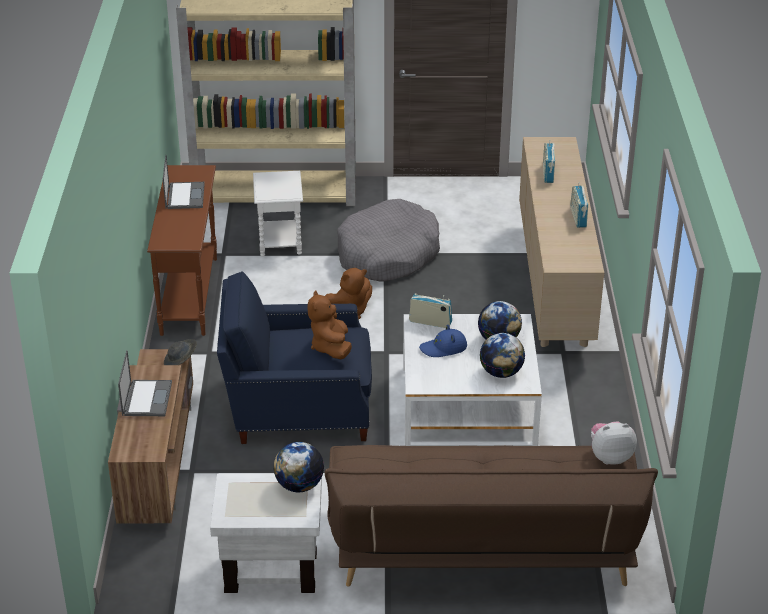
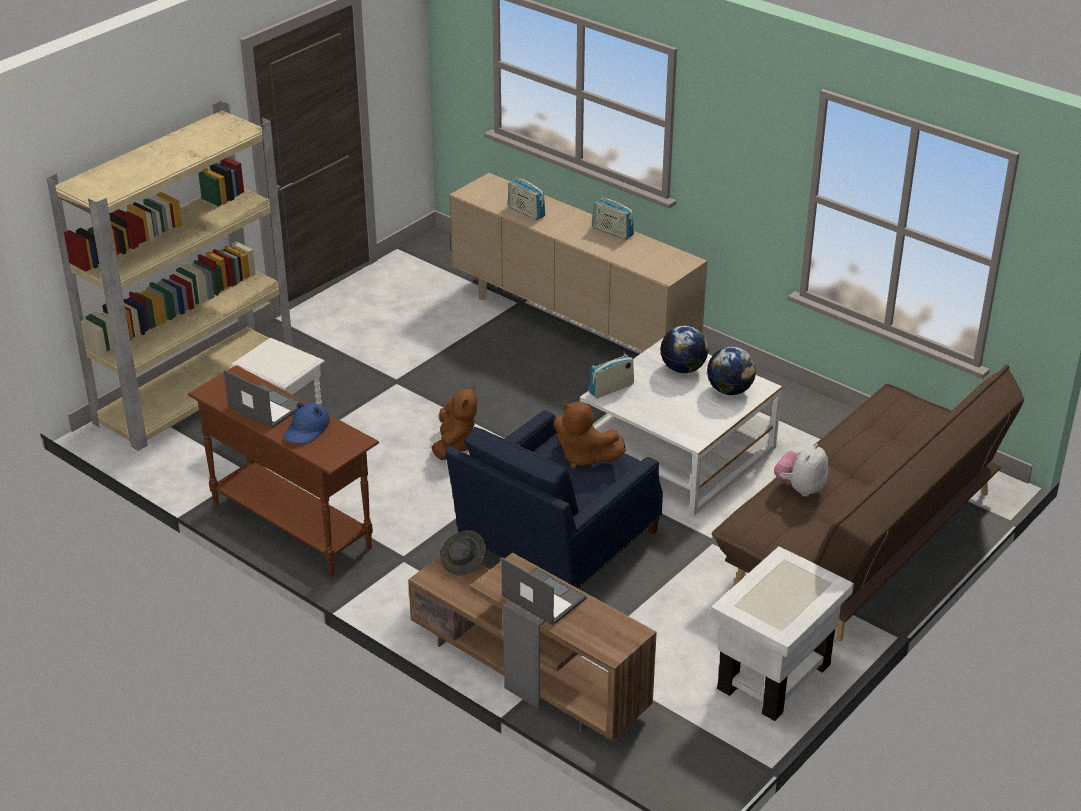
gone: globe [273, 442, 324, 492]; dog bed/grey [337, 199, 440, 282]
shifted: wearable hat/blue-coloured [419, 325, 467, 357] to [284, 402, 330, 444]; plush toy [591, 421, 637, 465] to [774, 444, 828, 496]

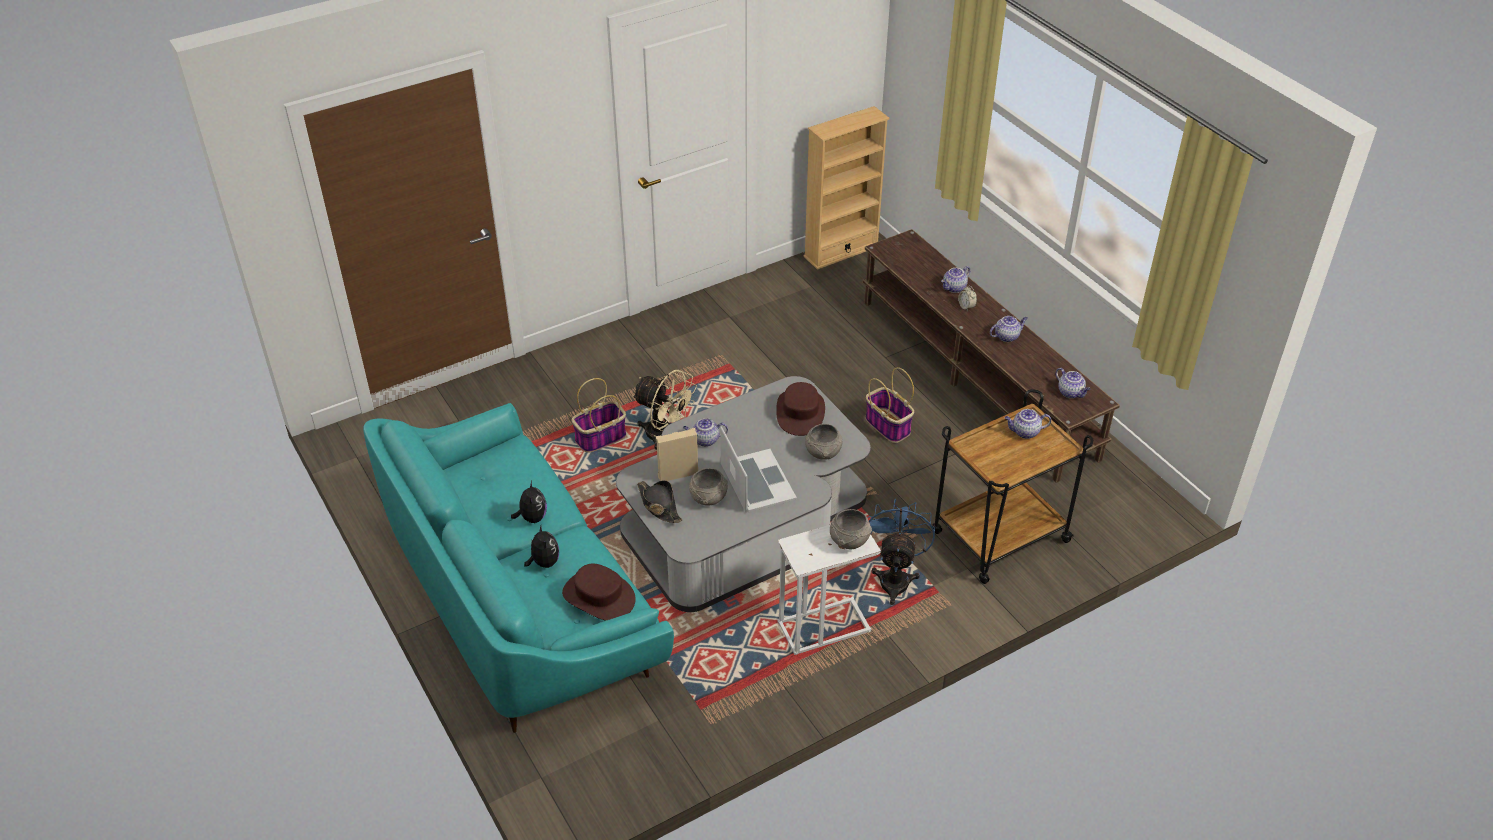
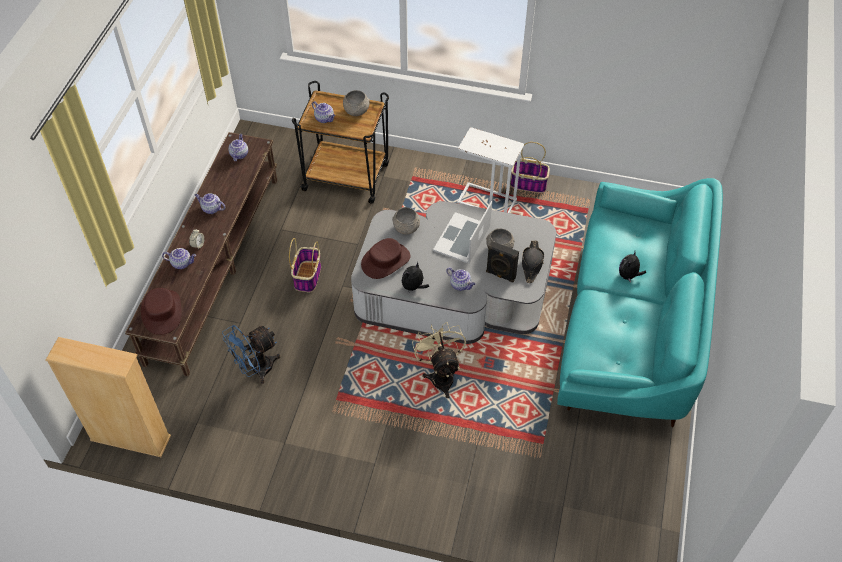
shifted: plush toy [511, 481, 547, 523] to [402, 262, 429, 291]; wearable hat/brown-coloured [562, 564, 636, 621] to [141, 288, 182, 335]; storage basket [572, 378, 626, 453] to [510, 142, 550, 193]; bowl/grey [830, 509, 872, 549] to [343, 90, 370, 116]; electric fan/blue-coloured [867, 499, 935, 605] to [222, 325, 280, 384]
repainted: speaker/beige [656, 428, 698, 481] to speaker/black-coloured [486, 241, 519, 283]

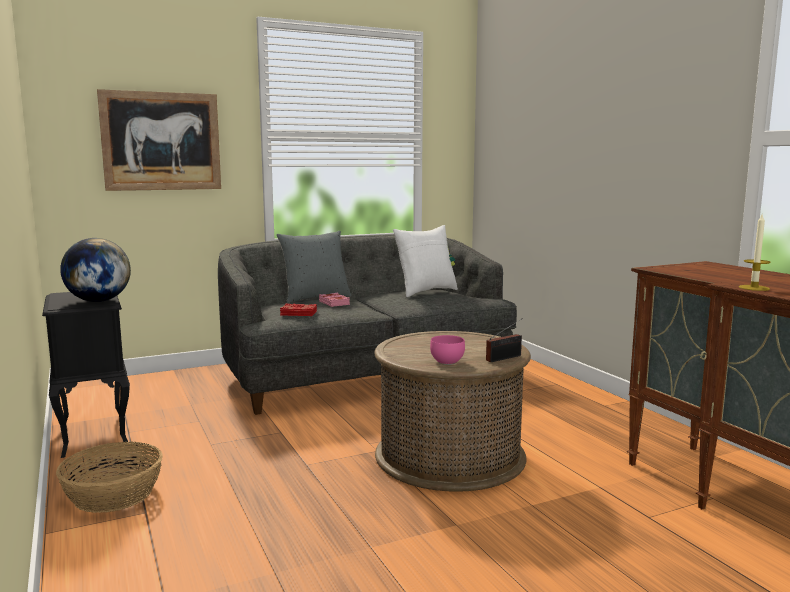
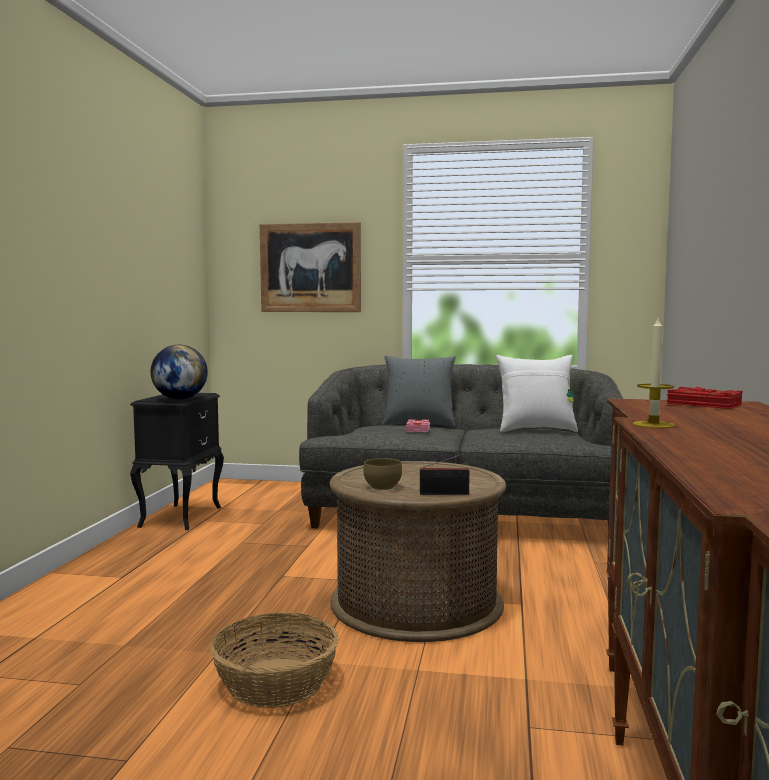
shifted: storage basket [56, 442, 163, 513] to [210, 612, 339, 708]; volume/red [280, 303, 317, 316] to [667, 387, 742, 409]
repainted: bowl/pink [430, 335, 465, 365] to bowl/brown-coloured [363, 458, 402, 490]

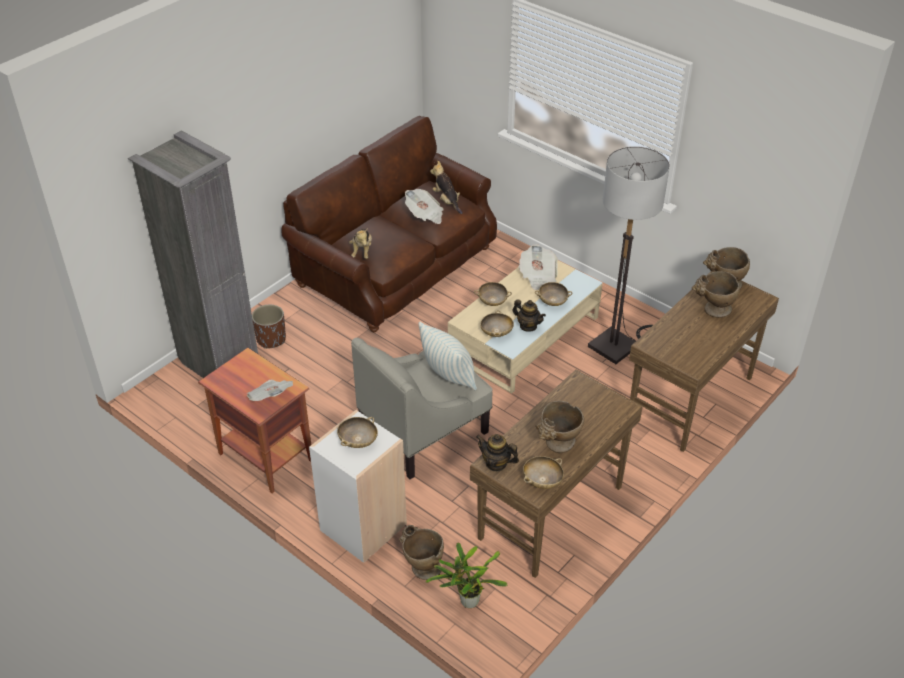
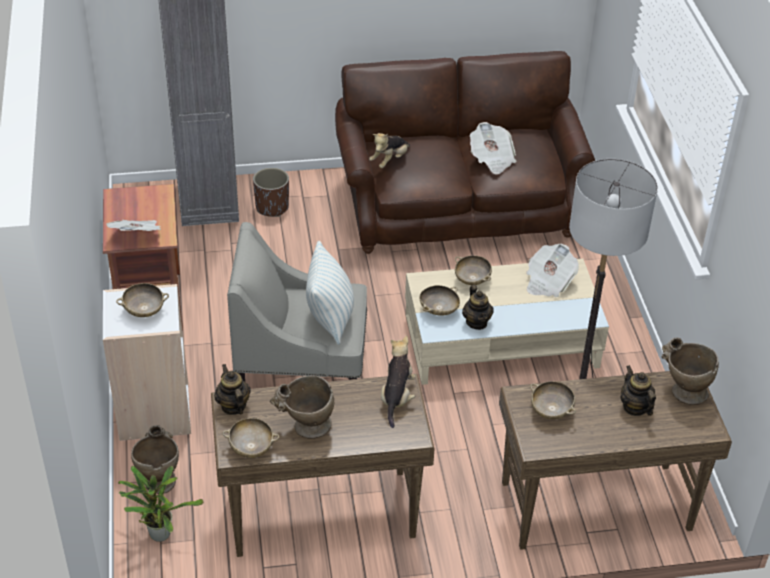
shifted: plush toy [430, 161, 463, 214] to [381, 336, 415, 428]; bowl/beige [535, 282, 573, 306] to [530, 381, 576, 419]
swapped: vase/beige [692, 271, 740, 317] to teapot [620, 365, 656, 416]

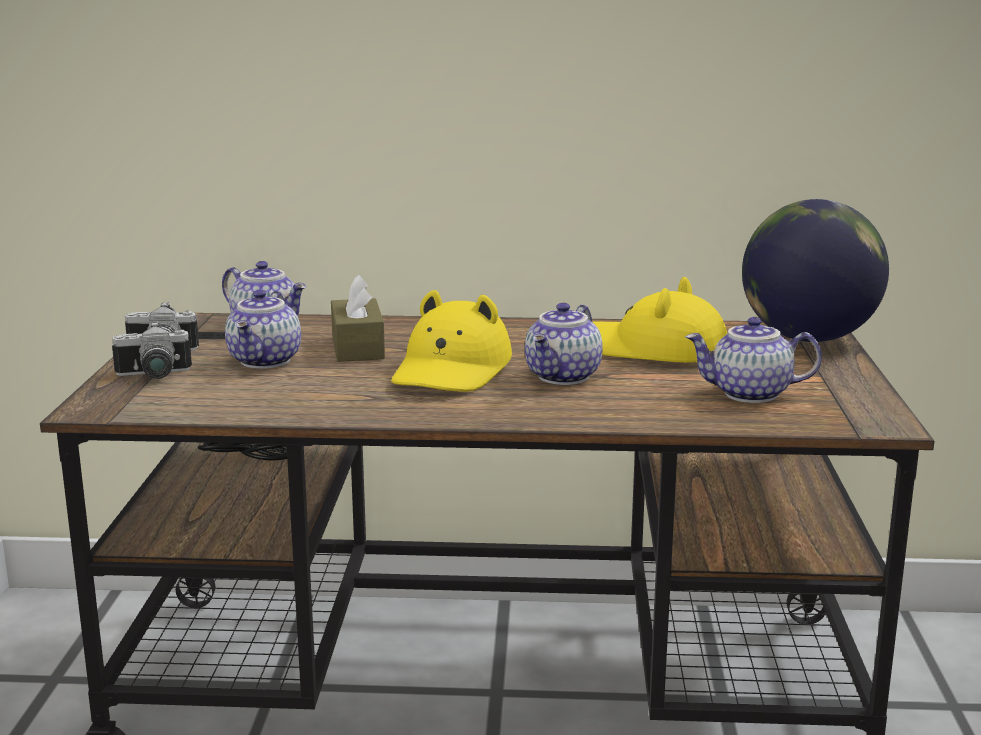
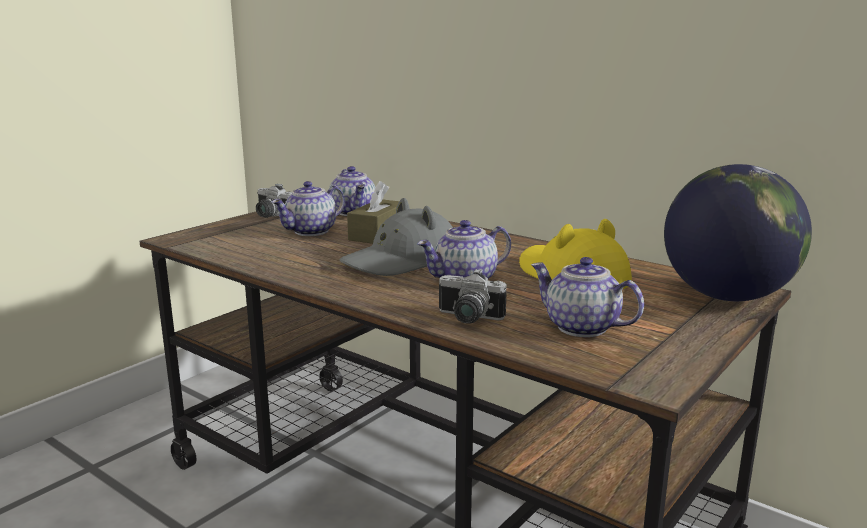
shifted: photo camera [112, 321, 192, 379] to [439, 269, 507, 324]
repainted: wearable hat/yellowish [391, 290, 512, 392] to wearable hat/grey [340, 198, 453, 276]

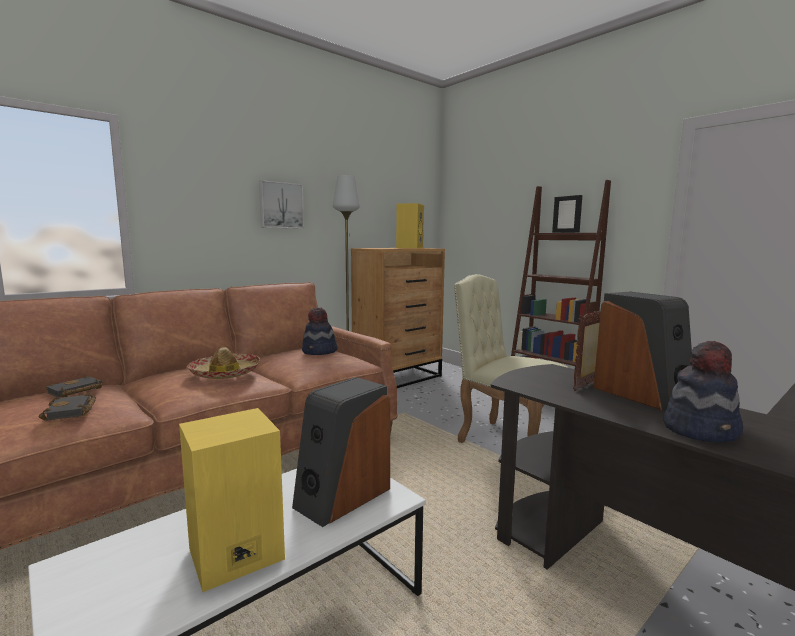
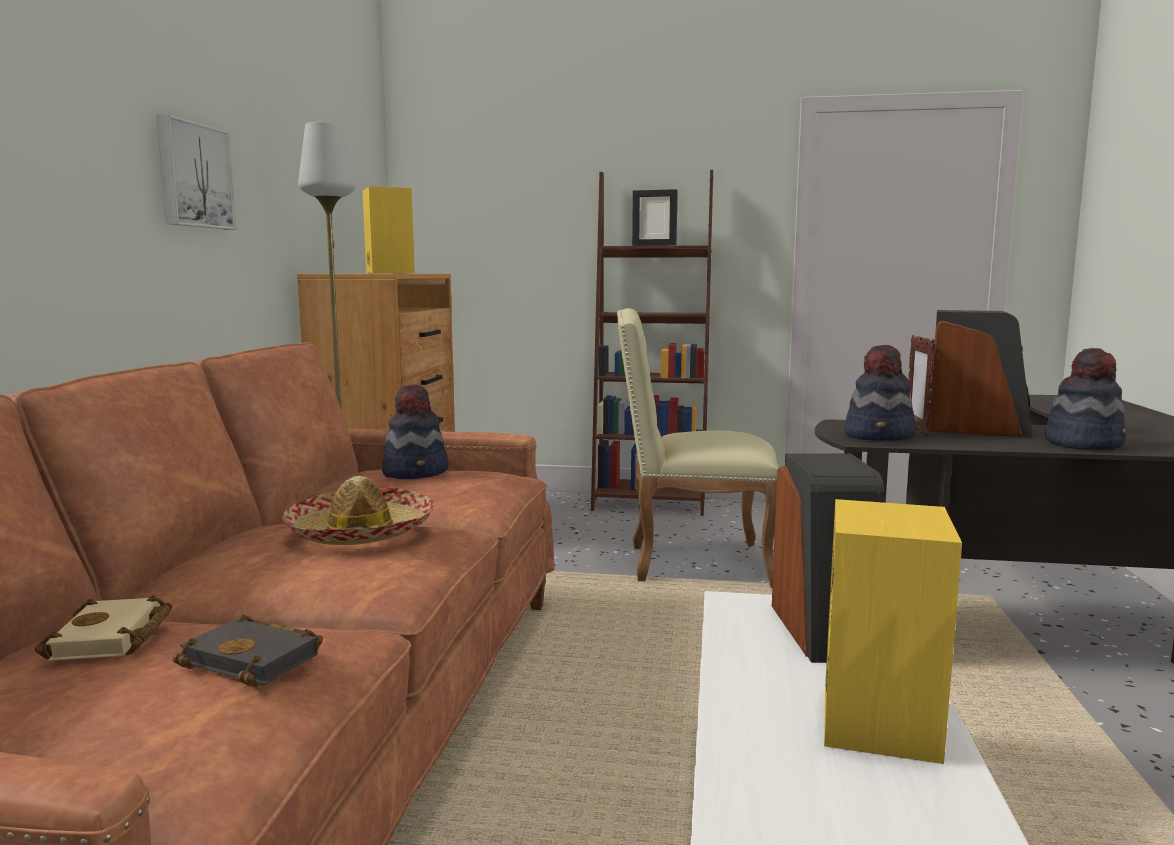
new: wearable hat [844, 345, 916, 441]
repainted: volume/black-coloured [46, 376, 103, 398] to volume/beige [35, 596, 172, 661]

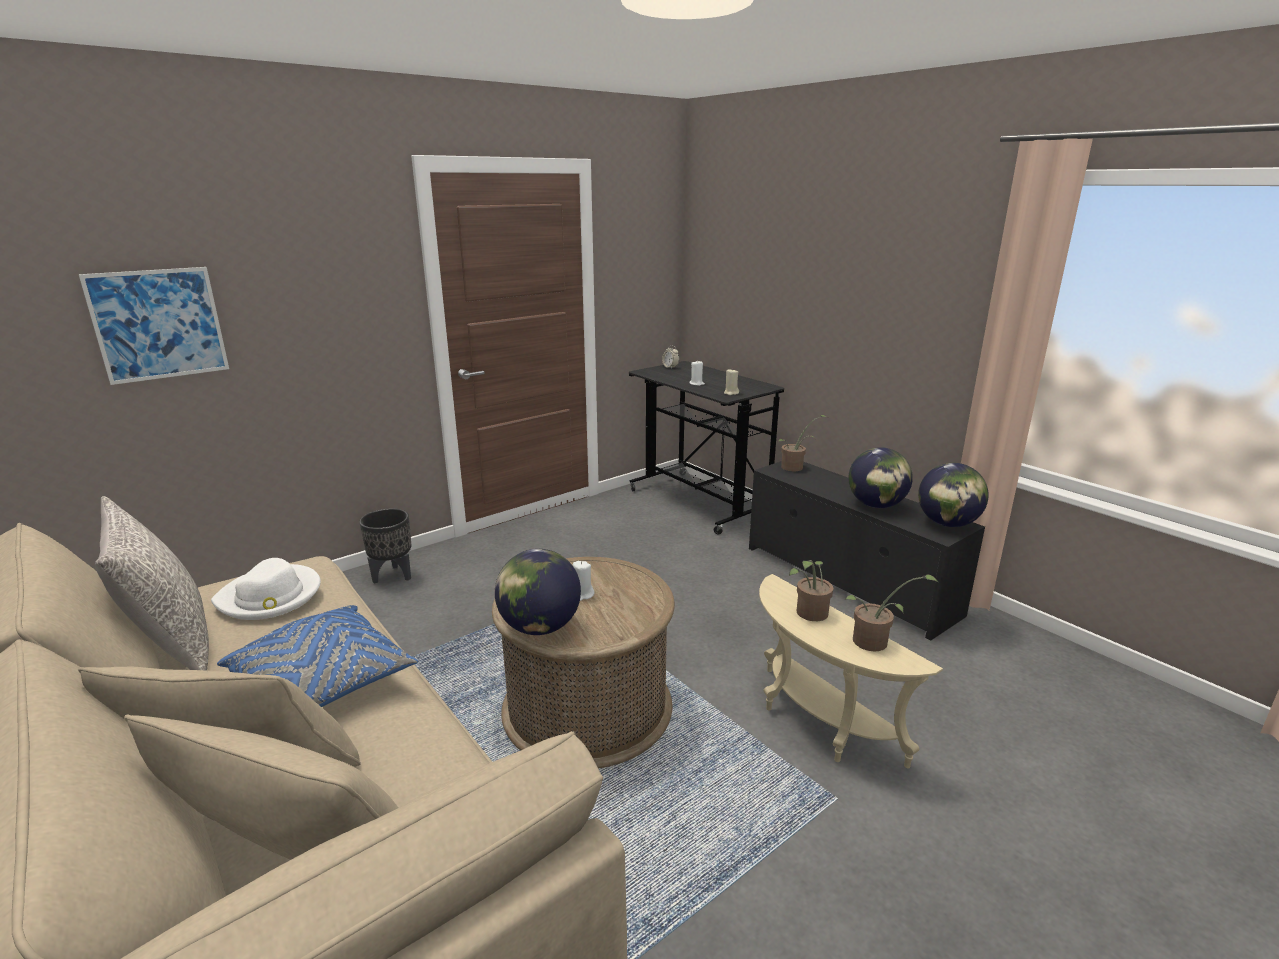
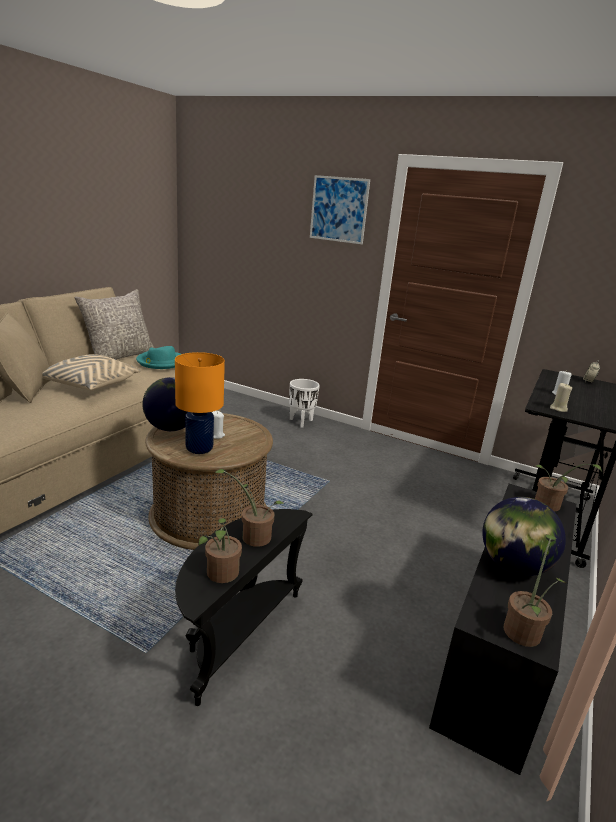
new: table lamp/orangey [175, 352, 225, 454]
shifted: wall art [78, 267, 229, 385] to [310, 175, 370, 244]
swapped: globe [918, 463, 989, 527] to plant in a pot [504, 534, 566, 647]
repainted: wearable hat/white-coloured [211, 558, 321, 620] to wearable hat/turquoise [136, 346, 181, 369]; pillow/blue-coloured [217, 605, 418, 707] to pillow/beige [42, 354, 141, 391]; plant pot/black-coloured [359, 508, 411, 584] to plant pot/white-coloured [289, 379, 320, 428]; end table/beige [759, 574, 943, 768] to end table/black-coloured [175, 509, 313, 706]

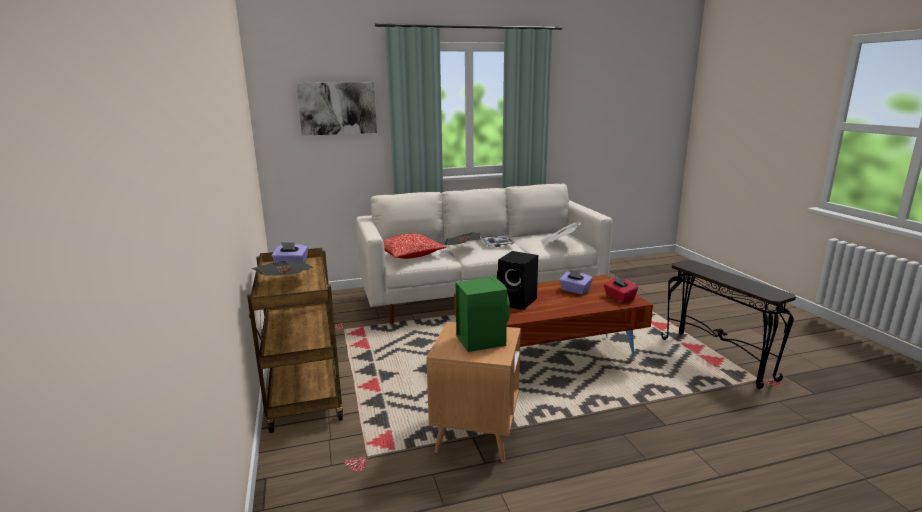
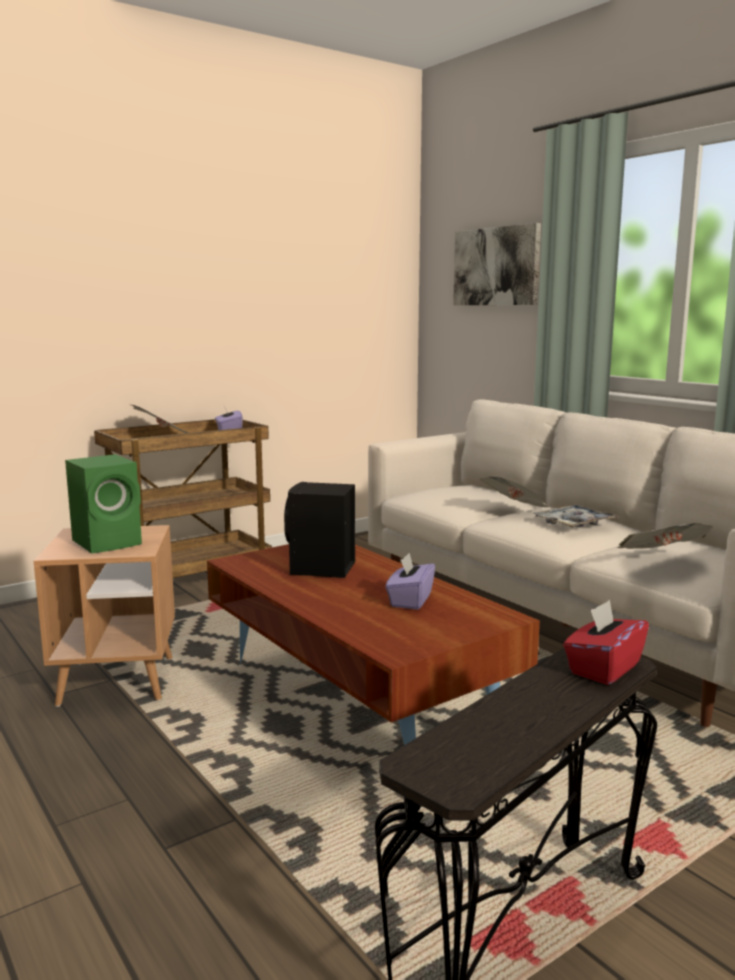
gone: pillow [383, 233, 446, 259]
shifted: tissue box/red [604, 276, 638, 303] to [563, 600, 649, 685]

